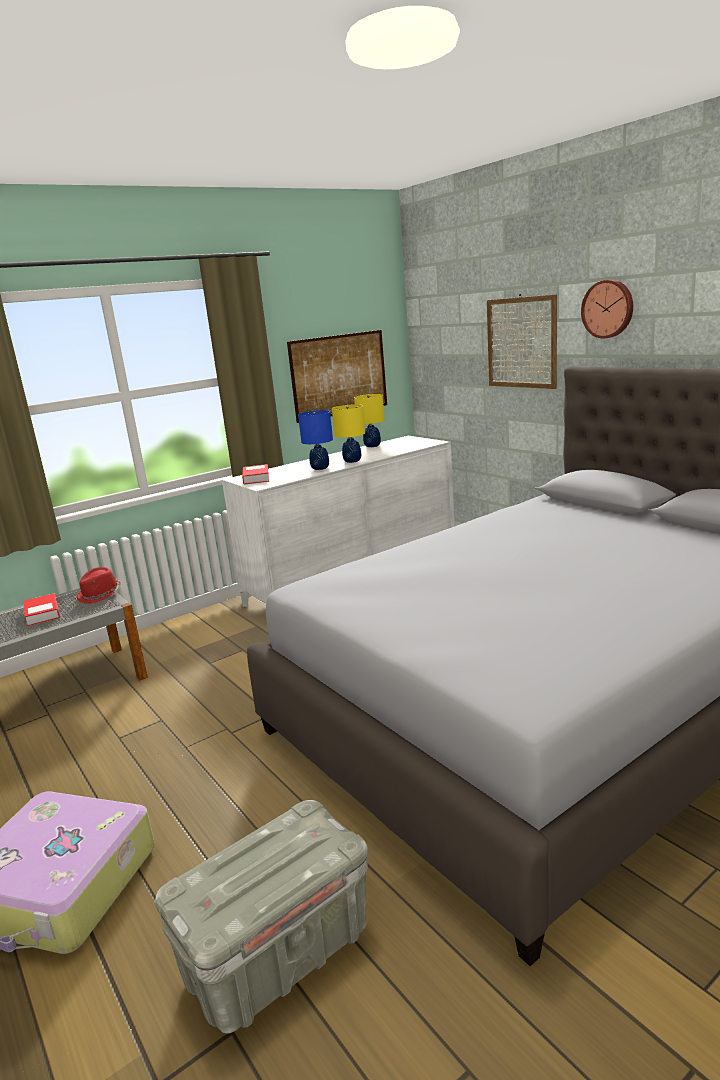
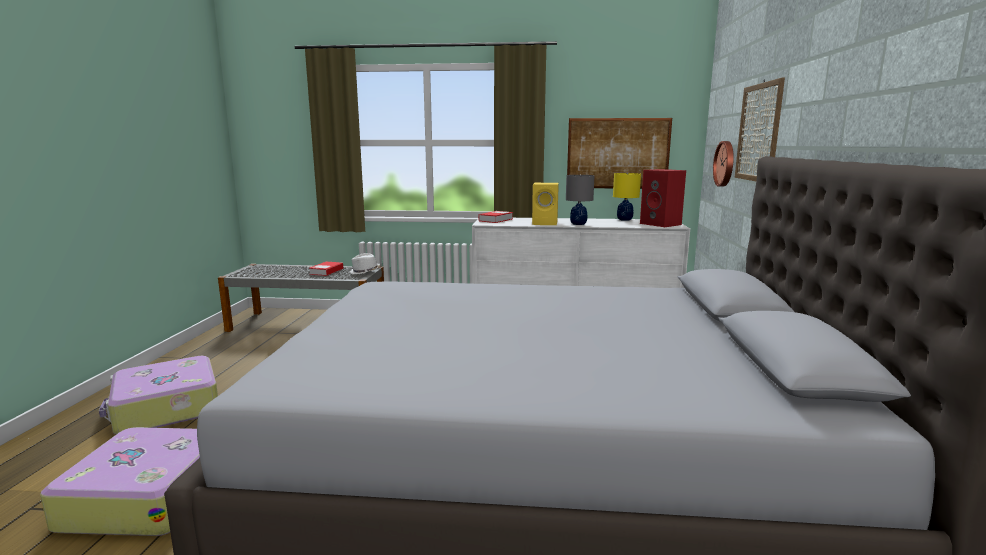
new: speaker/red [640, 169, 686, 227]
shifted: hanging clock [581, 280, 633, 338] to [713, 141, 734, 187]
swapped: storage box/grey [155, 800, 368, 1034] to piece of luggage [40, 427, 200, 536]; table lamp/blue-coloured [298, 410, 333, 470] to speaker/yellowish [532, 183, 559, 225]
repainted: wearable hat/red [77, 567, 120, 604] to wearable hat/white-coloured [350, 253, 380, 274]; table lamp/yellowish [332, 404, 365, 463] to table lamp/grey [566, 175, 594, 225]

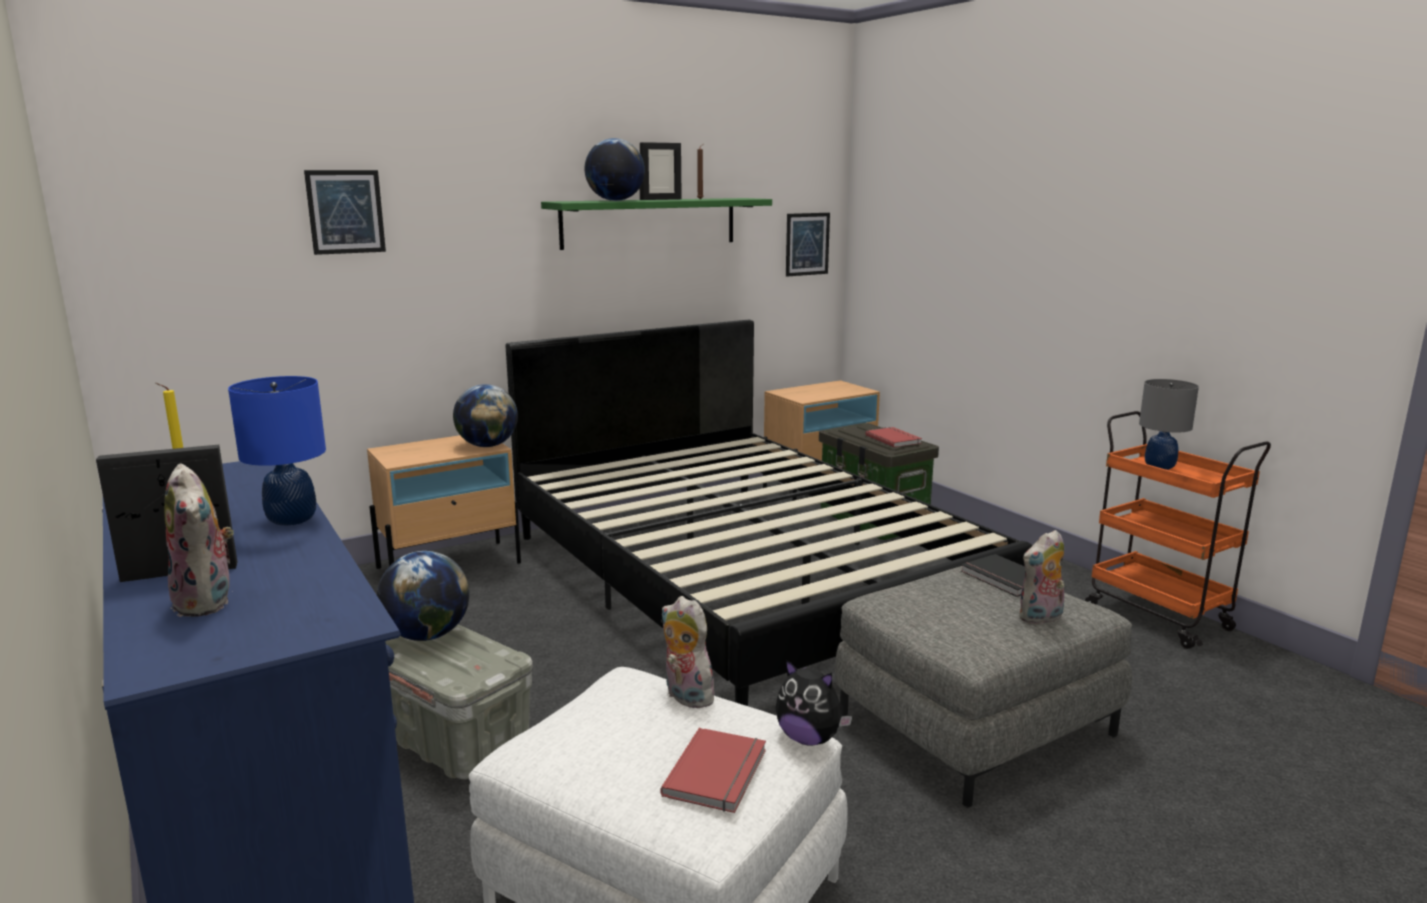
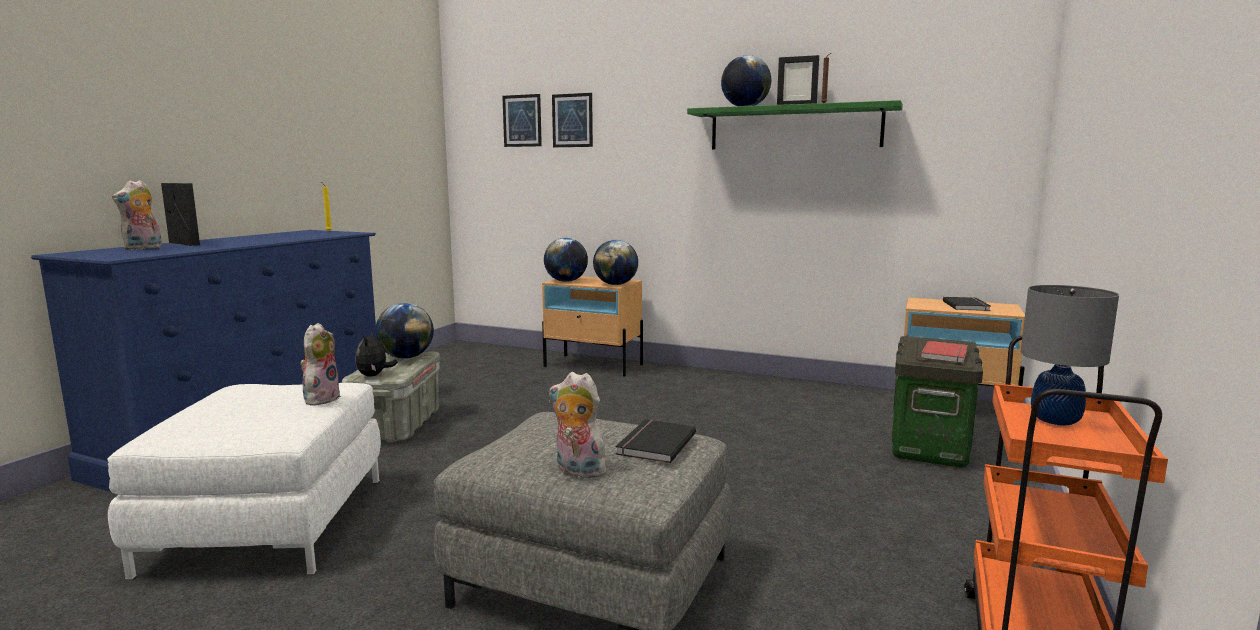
gone: table lamp/blue-coloured [228, 376, 326, 526]; sleeping bed/black-coloured [506, 320, 1033, 706]; volume/red [660, 728, 766, 813]
new: globe [544, 238, 588, 282]; volume/black-coloured [943, 297, 990, 311]
shifted: plush toy [775, 660, 852, 746] to [355, 332, 398, 377]; wall art [786, 213, 830, 277] to [502, 94, 542, 147]

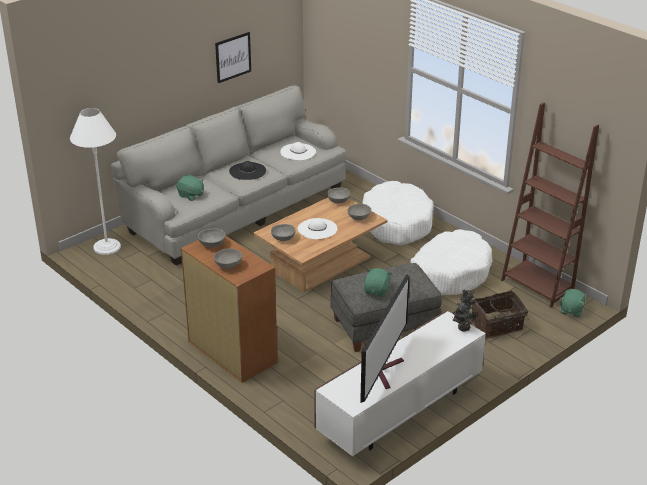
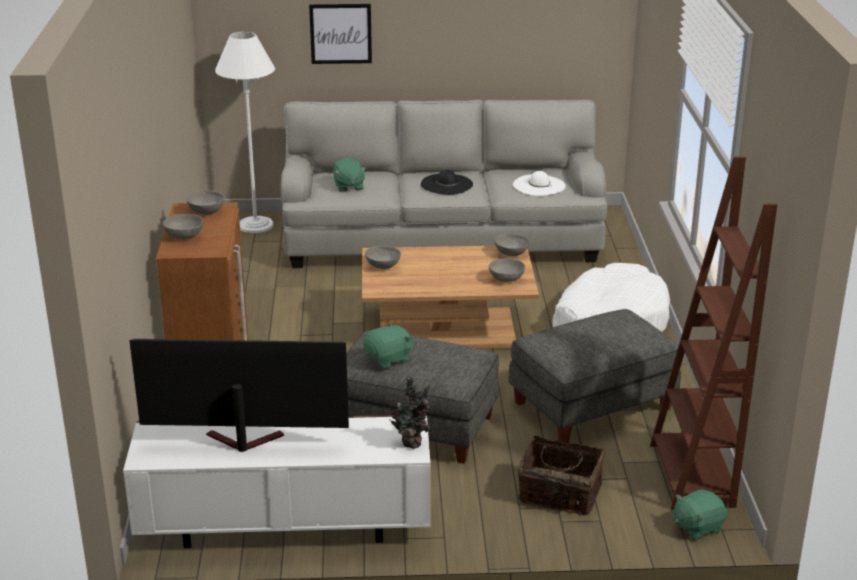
gone: wearable hat/white-coloured [298, 218, 337, 239]
shifted: wall art [215, 32, 251, 83] to [309, 4, 372, 64]
swapped: dog bed/white-coloured [410, 229, 493, 295] to pouffe/grey [509, 309, 681, 443]
rotated: television [360, 274, 410, 403] = [129, 339, 349, 452] 150 degrees counterclockwise

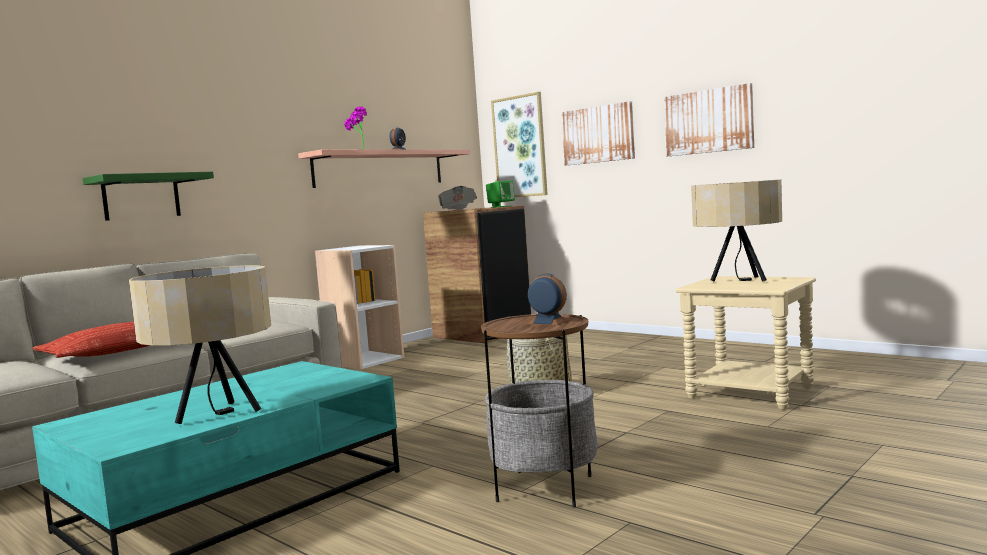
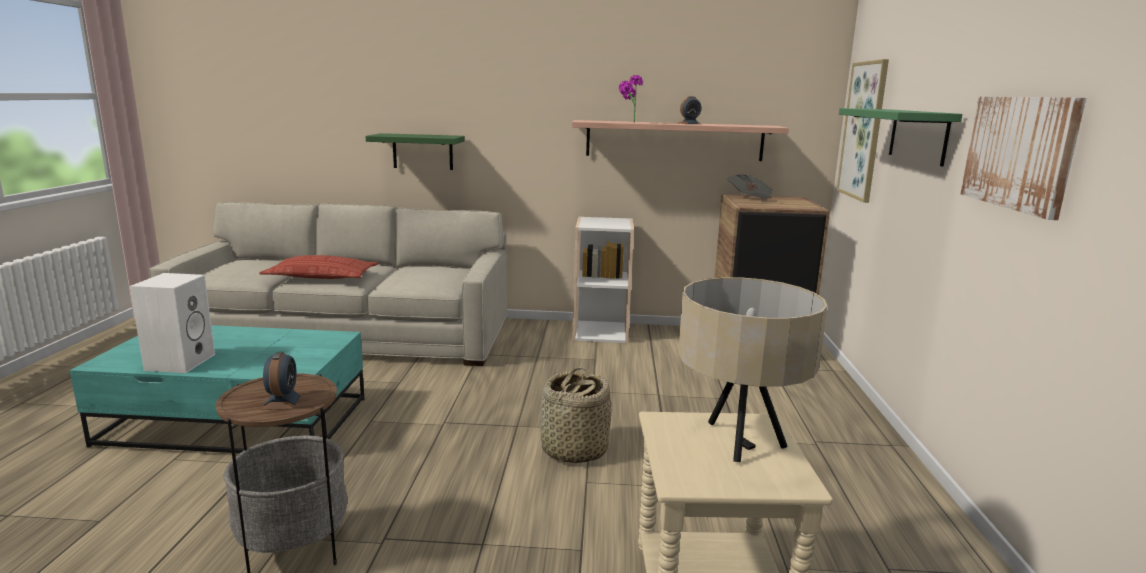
gone: speaker/green [486, 181, 515, 208]
swapped: table lamp/beige [129, 265, 271, 424] to speaker/white-coloured [130, 273, 215, 373]; wall art [561, 101, 635, 165] to wall shelf/green [839, 108, 962, 167]

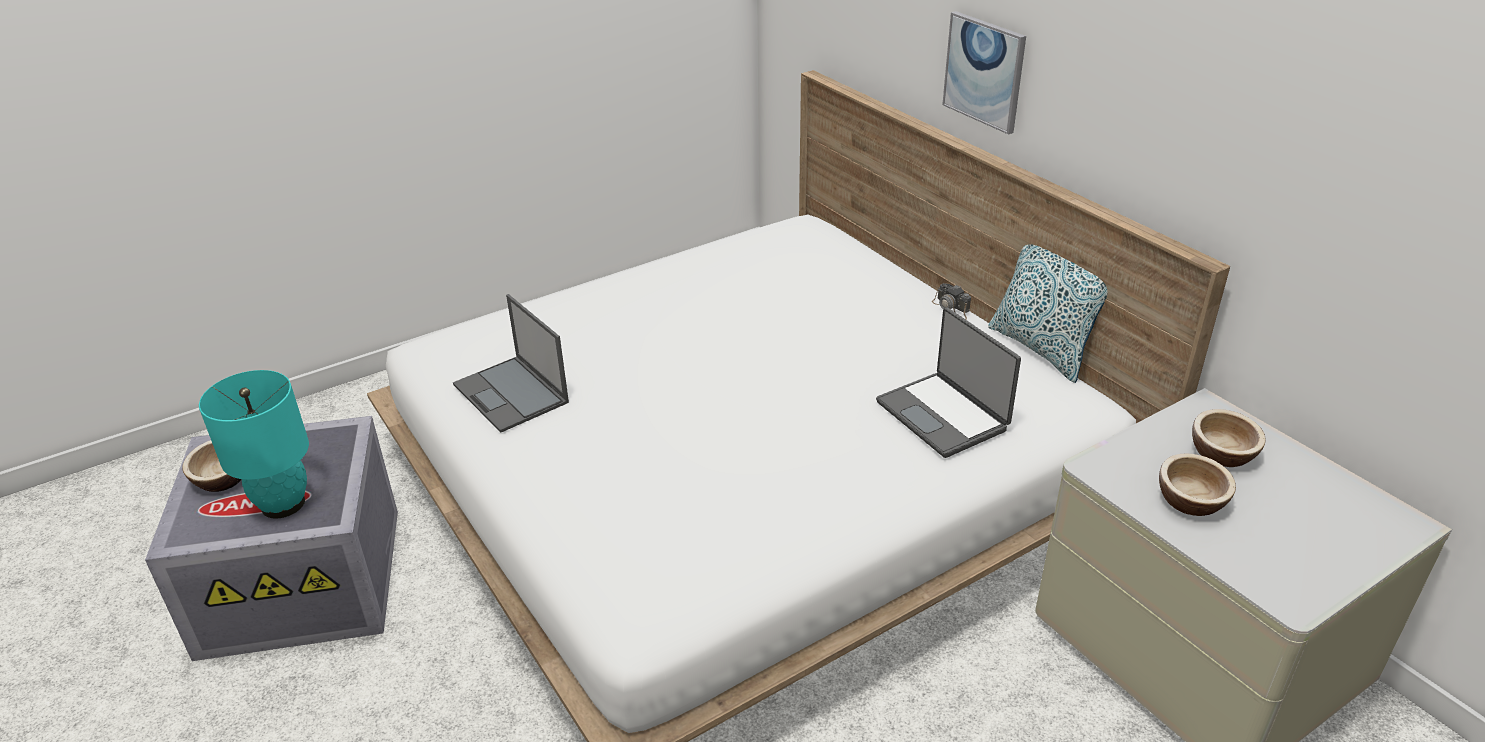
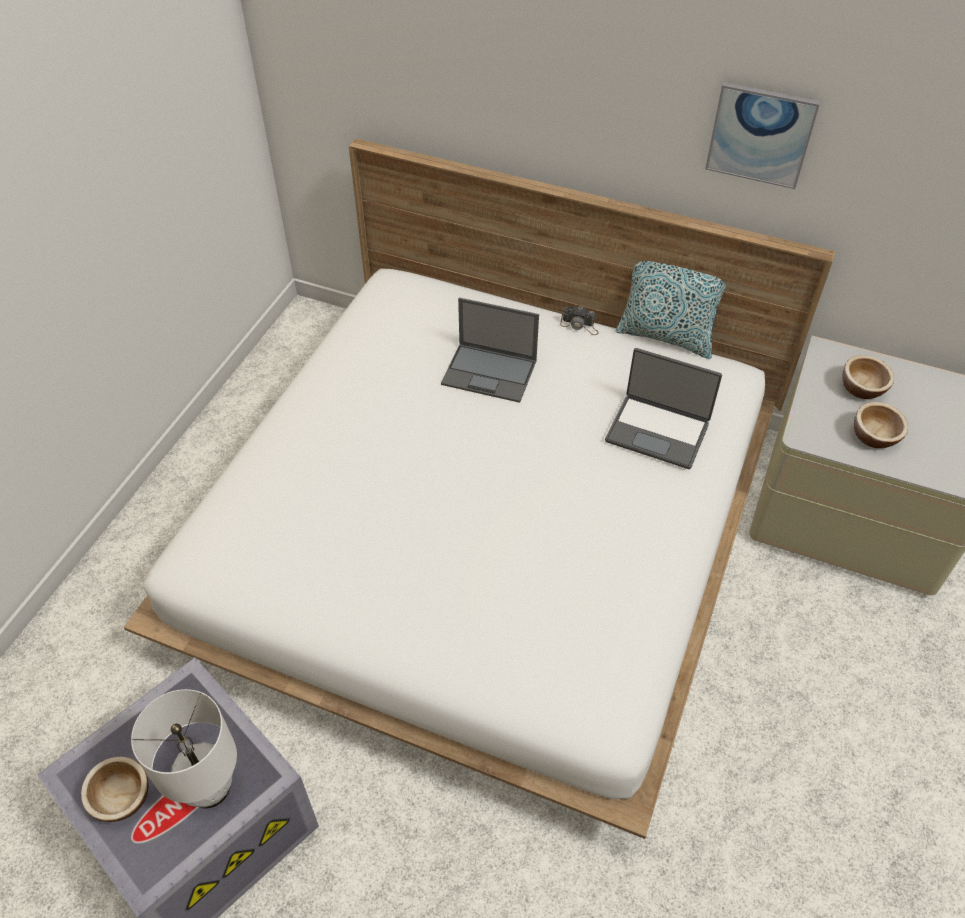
shifted: laptop [453, 294, 569, 432] to [441, 298, 539, 403]; wall art [942, 11, 1026, 135] to [705, 82, 820, 189]
repainted: table lamp/turquoise [199, 370, 309, 519] to table lamp/white-coloured [131, 689, 237, 808]

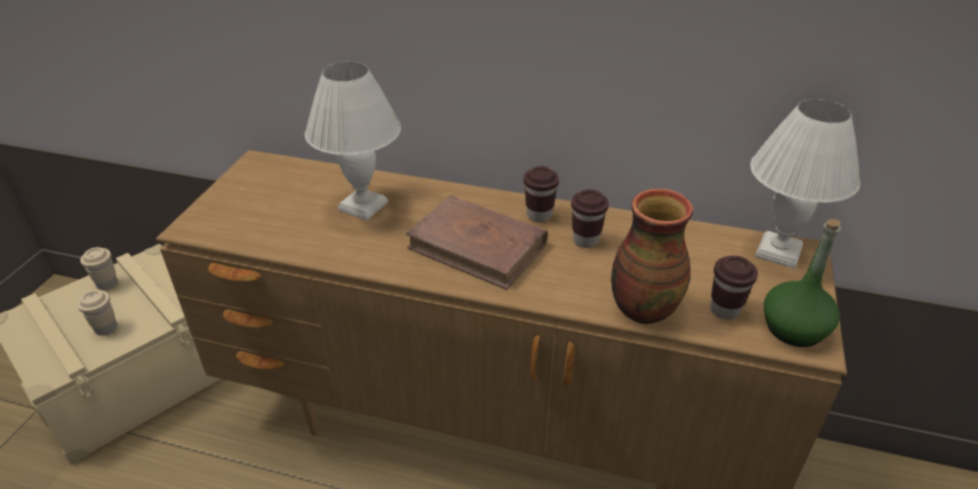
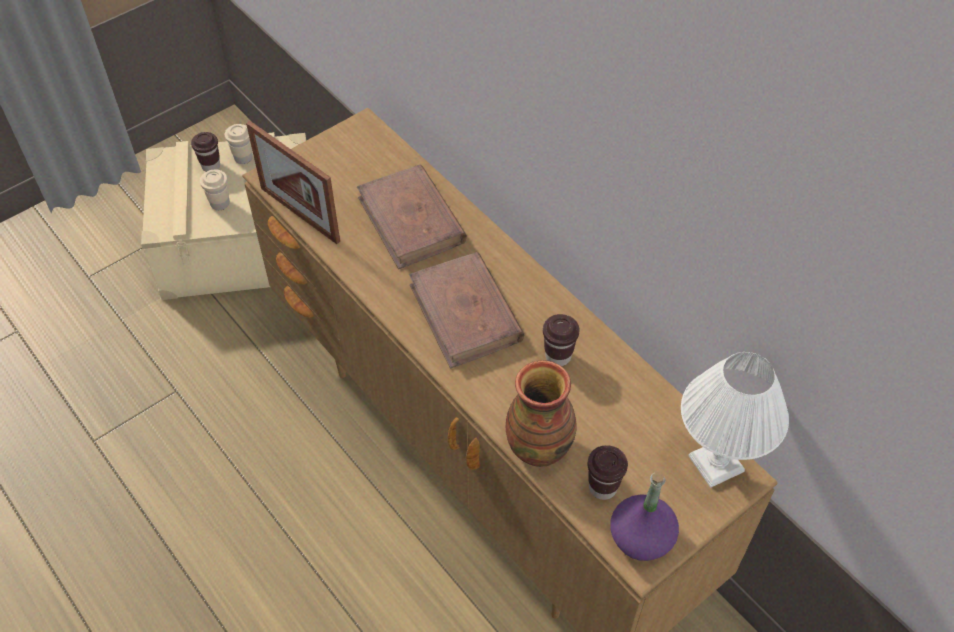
new: standing frame [246, 121, 340, 244]
shifted: small cup/brown-coloured [524, 166, 559, 223] to [191, 132, 220, 172]
swapped: table lamp/white-coloured [305, 61, 401, 220] to volume/brown-coloured [357, 164, 467, 269]
repainted: beverage bottle/green [764, 219, 841, 347] to beverage bottle/purple [610, 472, 679, 561]

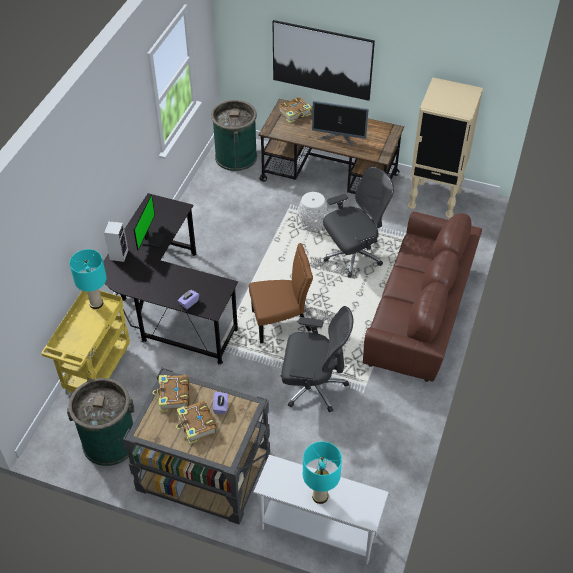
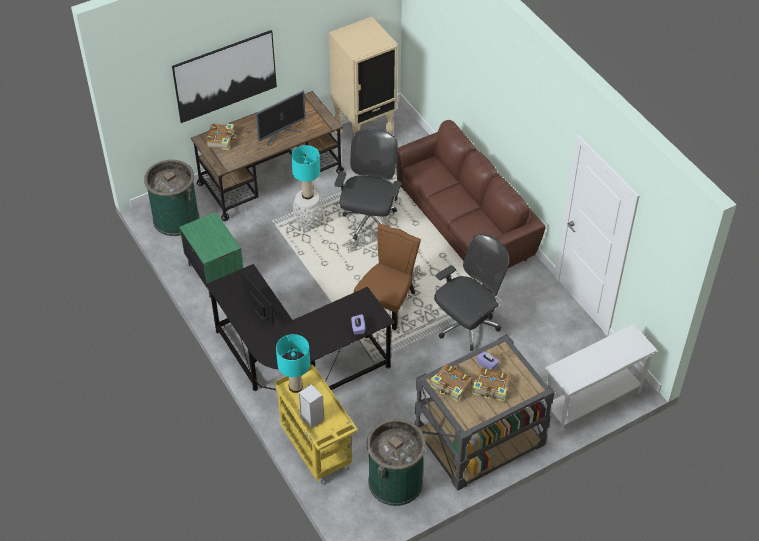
new: night table/green [180, 212, 243, 298]
shifted: speaker [104, 221, 128, 262] to [299, 384, 324, 429]; table lamp/turquoise [303, 441, 342, 504] to [291, 145, 320, 199]

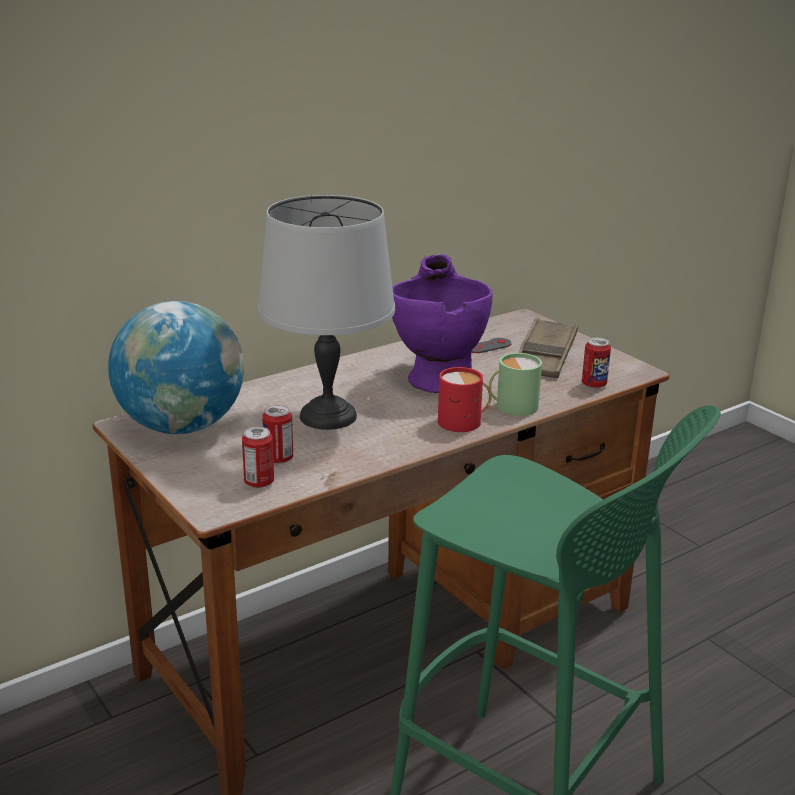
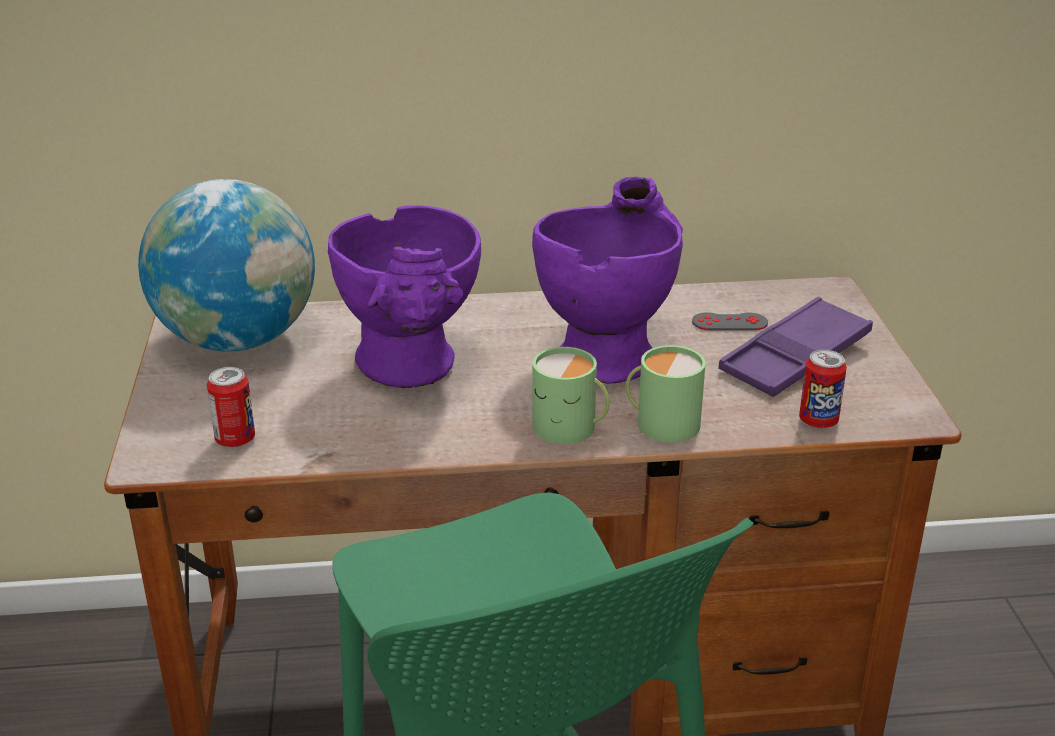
gone: can [262, 405, 293, 464]
swapped: table lamp/grey [258, 195, 395, 430] to vase/purple [328, 205, 481, 388]
repainted: mug/red [438, 367, 491, 432] to mug/green [532, 347, 610, 444]; serving tray/brown-coloured [518, 318, 578, 378] to serving tray/purple [718, 297, 873, 397]

